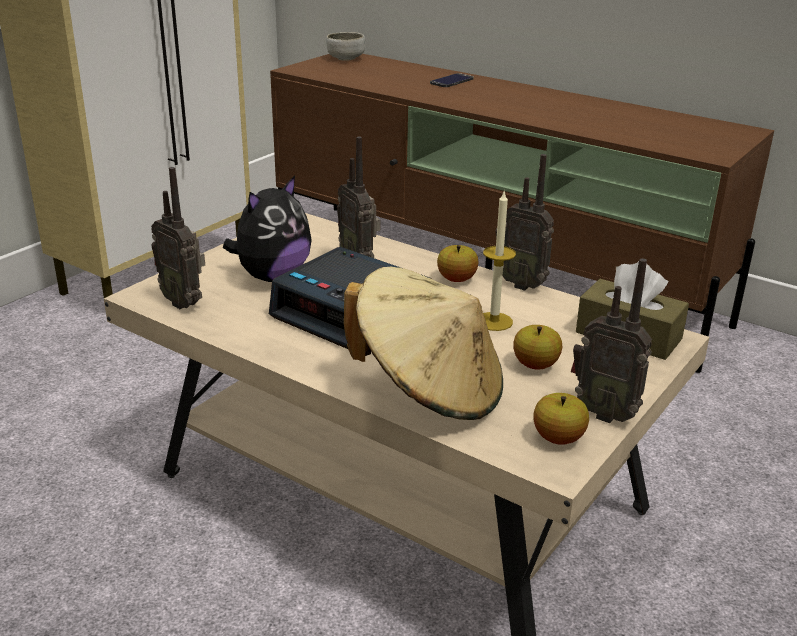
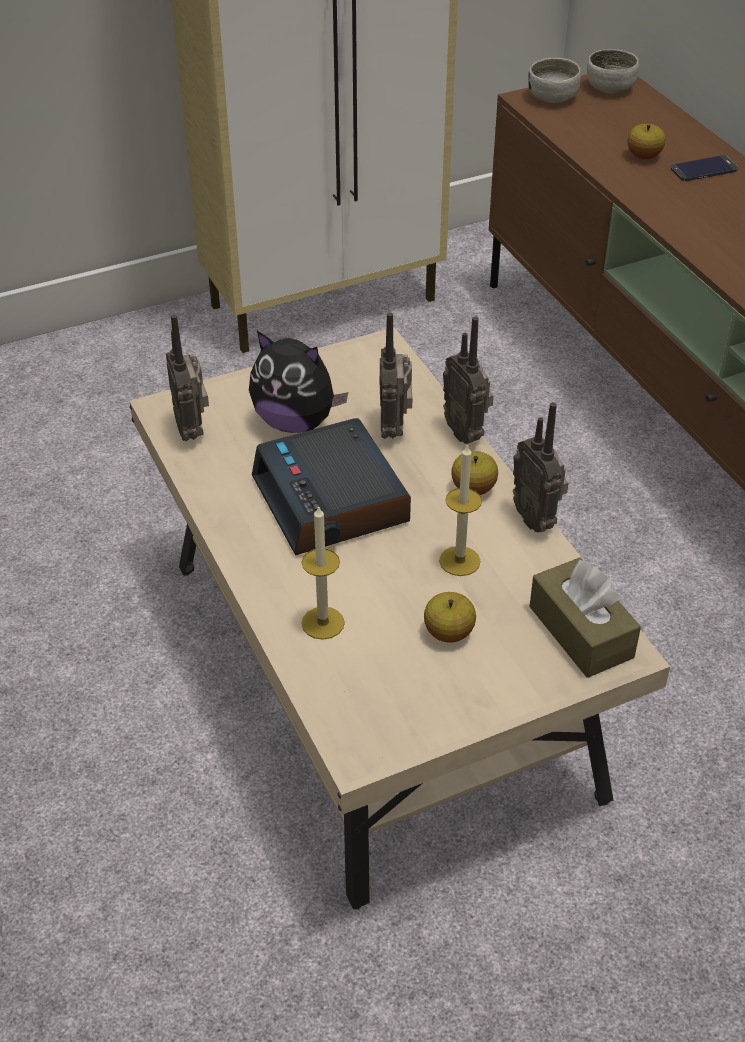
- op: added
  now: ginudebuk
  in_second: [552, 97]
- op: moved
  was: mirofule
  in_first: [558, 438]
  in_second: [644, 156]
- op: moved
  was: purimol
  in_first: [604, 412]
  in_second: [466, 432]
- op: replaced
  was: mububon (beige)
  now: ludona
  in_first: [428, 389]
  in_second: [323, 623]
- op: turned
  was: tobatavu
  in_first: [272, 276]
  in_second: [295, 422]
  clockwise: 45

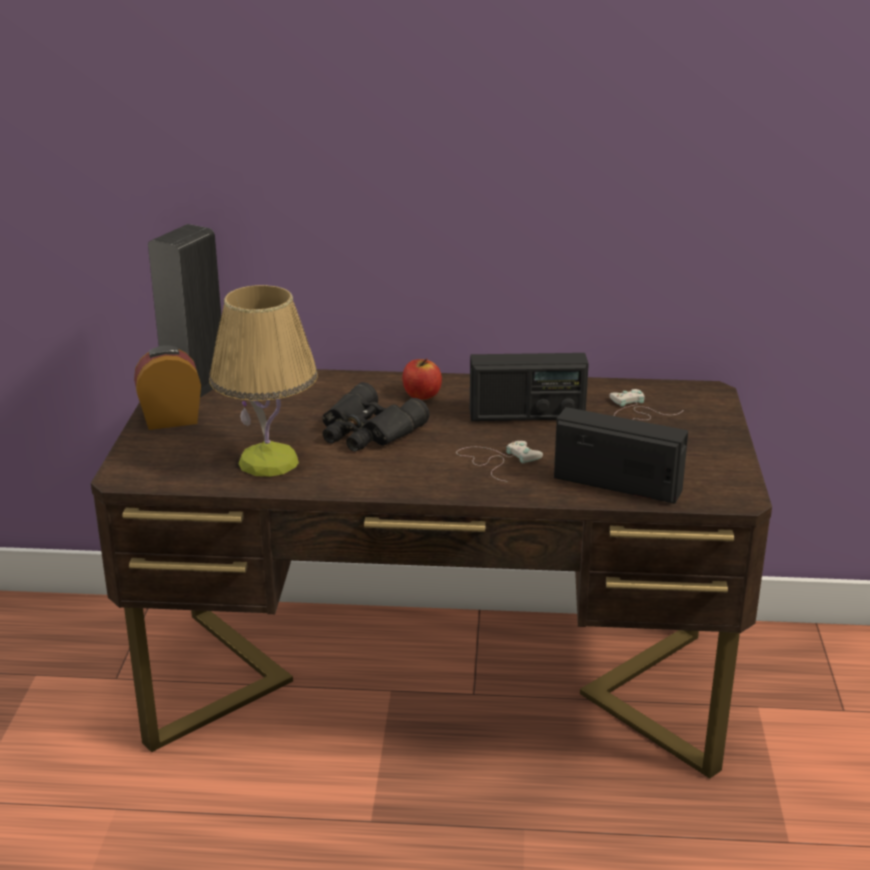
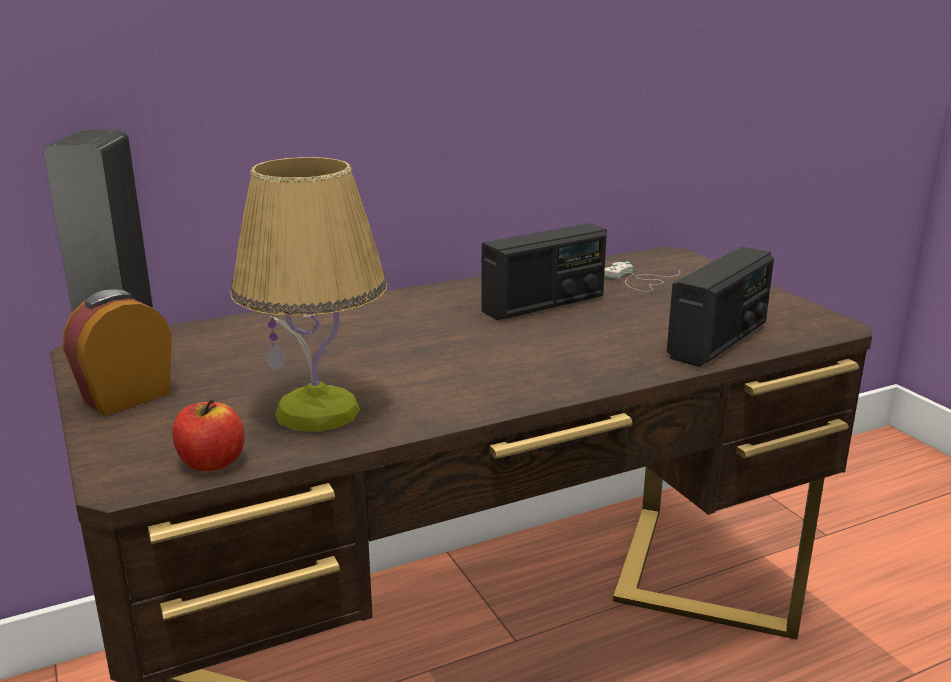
- op: removed
  was: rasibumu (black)
  in_first: [367, 432]
- op: removed
  was: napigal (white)
  in_first: [497, 460]
- op: moved
  was: mirofule
  in_first: [421, 395]
  in_second: [211, 462]
- op: turned
  was: purimol
  in_first: [617, 484]
  in_second: [719, 340]
  clockwise: 135

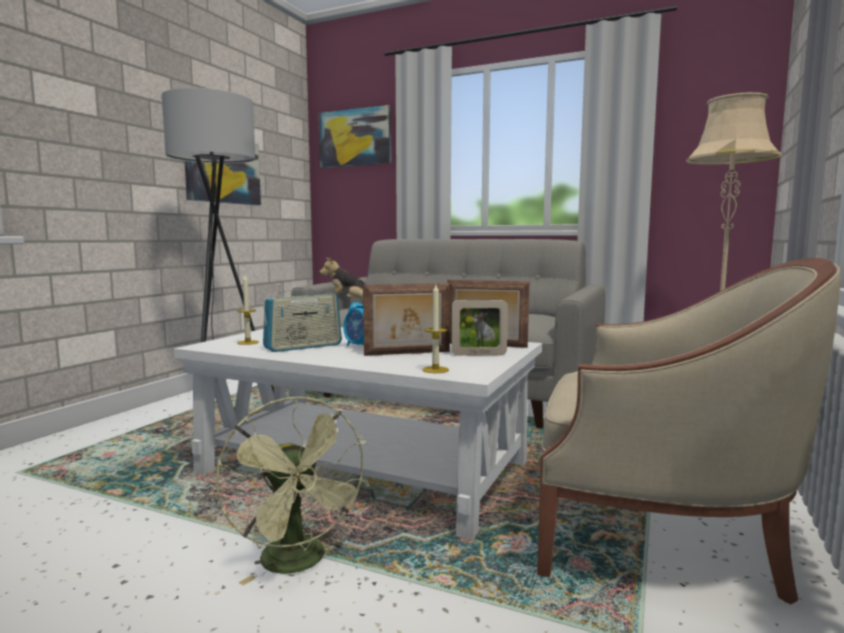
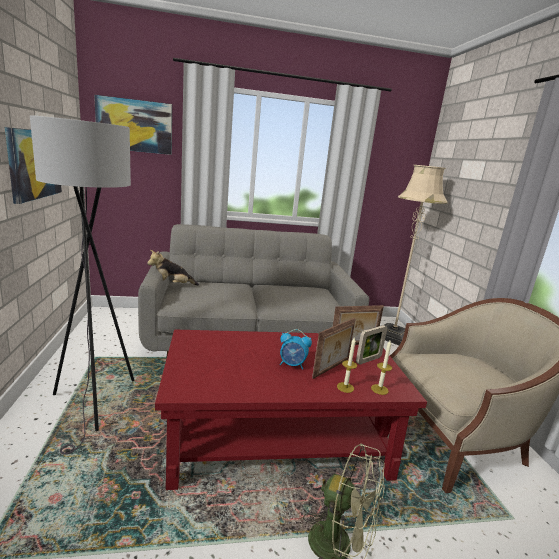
- op: removed
  was: purimol
  in_first: [303, 347]
- op: moved
  was: ludona
  in_first: [248, 342]
  in_second: [345, 387]
- op: recoloured
  was: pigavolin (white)
  now: pigavolin (red)
  in_first: [365, 467]
  in_second: [278, 437]

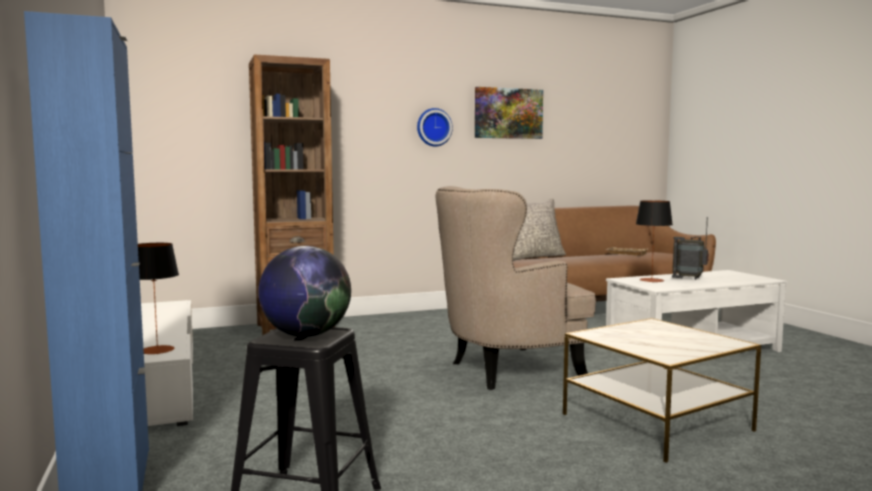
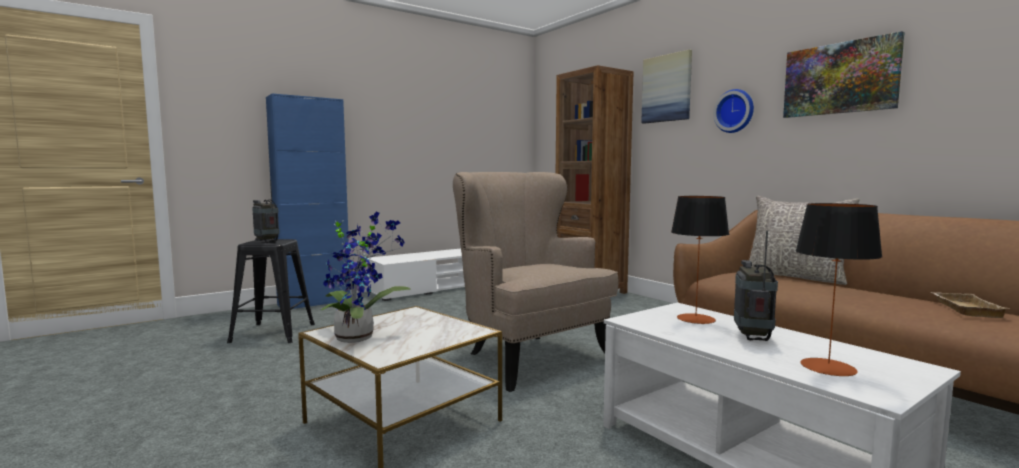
- op: added
  now: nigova
  in_second: [359, 337]
- op: added
  now: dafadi
  in_second: [667, 88]
- op: moved
  was: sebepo
  in_first: [157, 350]
  in_second: [828, 367]
- op: replaced
  was: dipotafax
  now: purimol
  in_first: [306, 335]
  in_second: [267, 242]

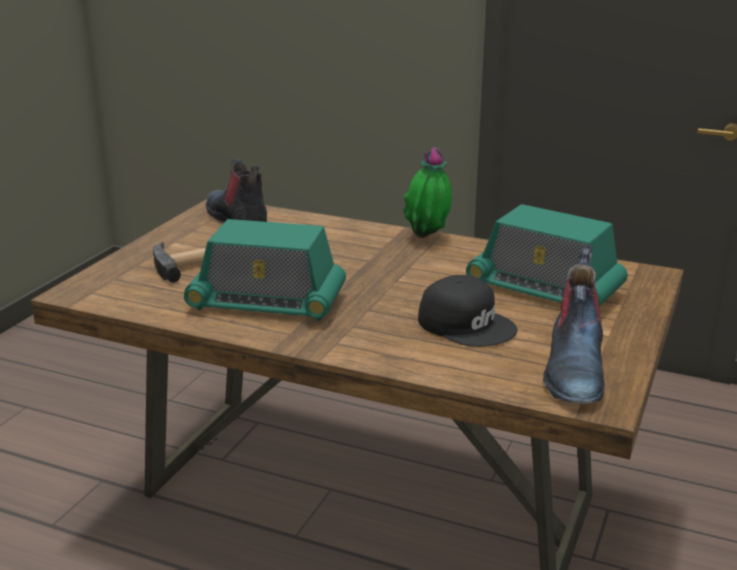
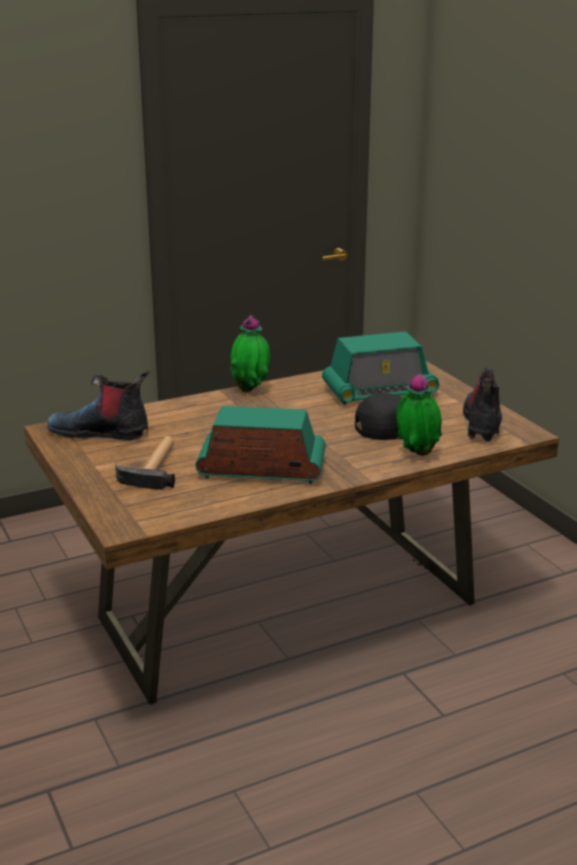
- op: added
  now: nigova
  in_second: [416, 455]
- op: turned
  was: purimol
  in_first: [267, 302]
  in_second: [262, 468]
  clockwise: -135
- op: turned
  was: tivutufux
  in_first: [574, 369]
  in_second: [482, 424]
  clockwise: -135

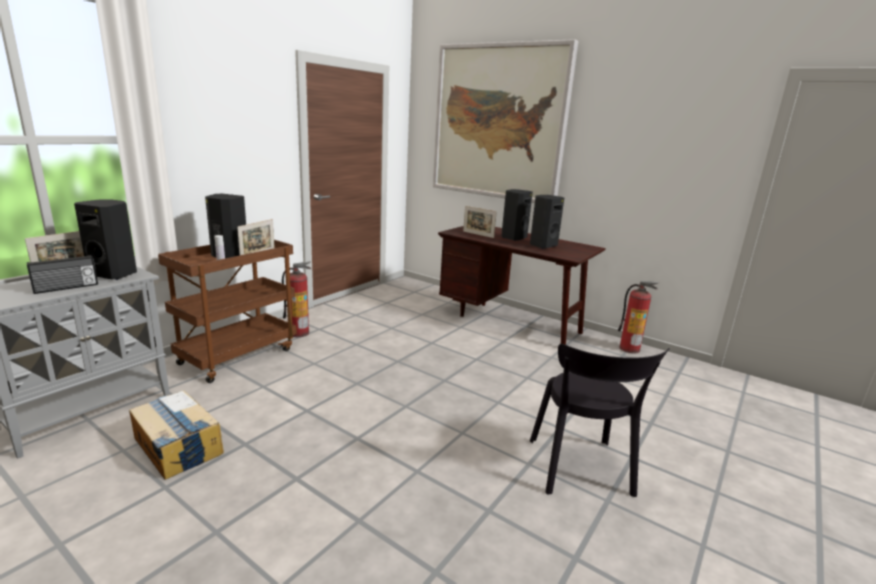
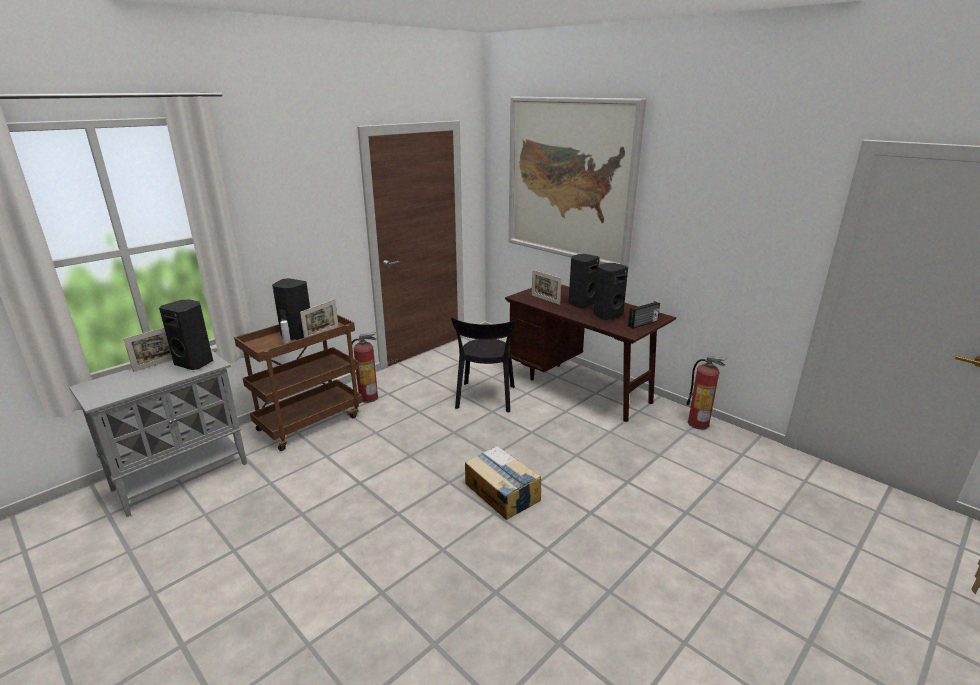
- op: moved
  was: purimol
  in_first: [66, 288]
  in_second: [643, 324]
- op: moved
  was: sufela
  in_first: [177, 446]
  in_second: [502, 492]
- op: moved
  was: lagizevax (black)
  in_first: [580, 470]
  in_second: [485, 399]

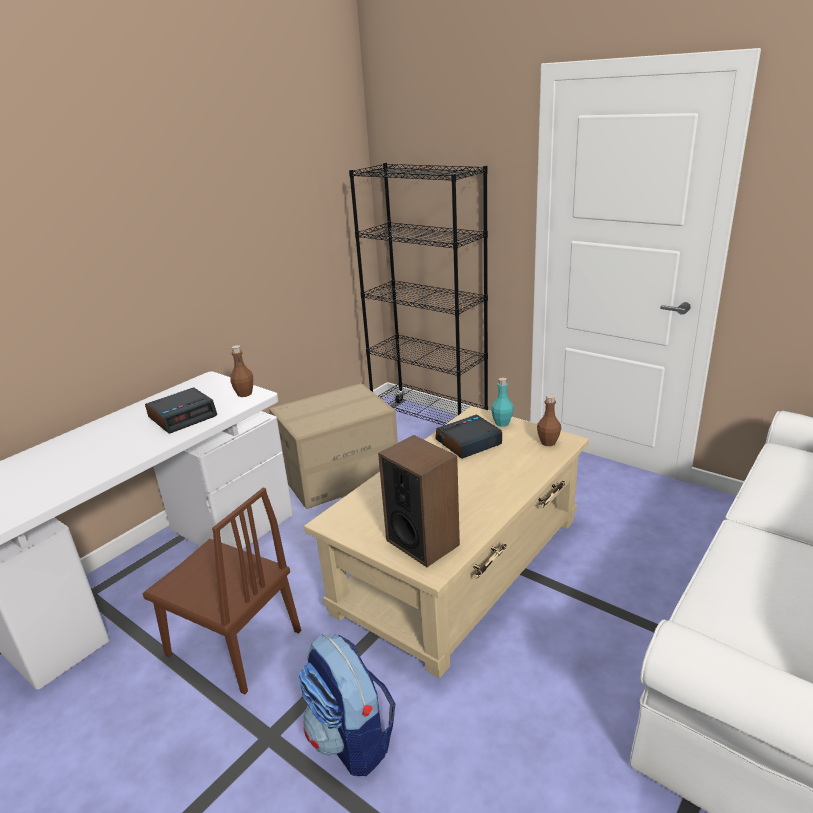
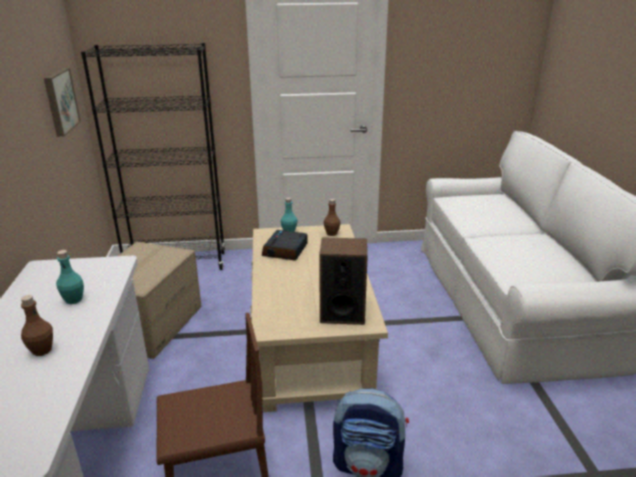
- op: added
  now: dafadi
  in_second: [59, 101]
- op: moved
  was: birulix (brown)
  in_first: [244, 394]
  in_second: [42, 350]
- op: replaced
  was: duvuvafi
  now: birulix (turquoise)
  in_first: [183, 416]
  in_second: [73, 300]

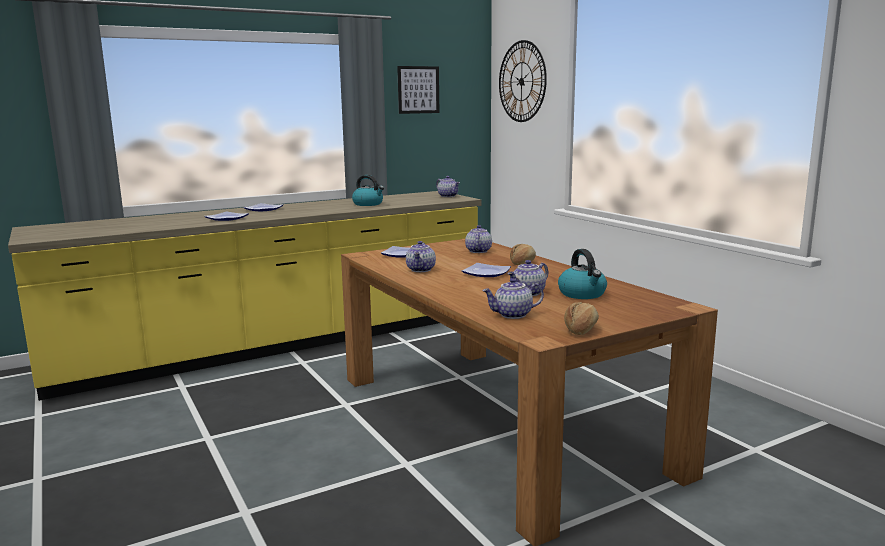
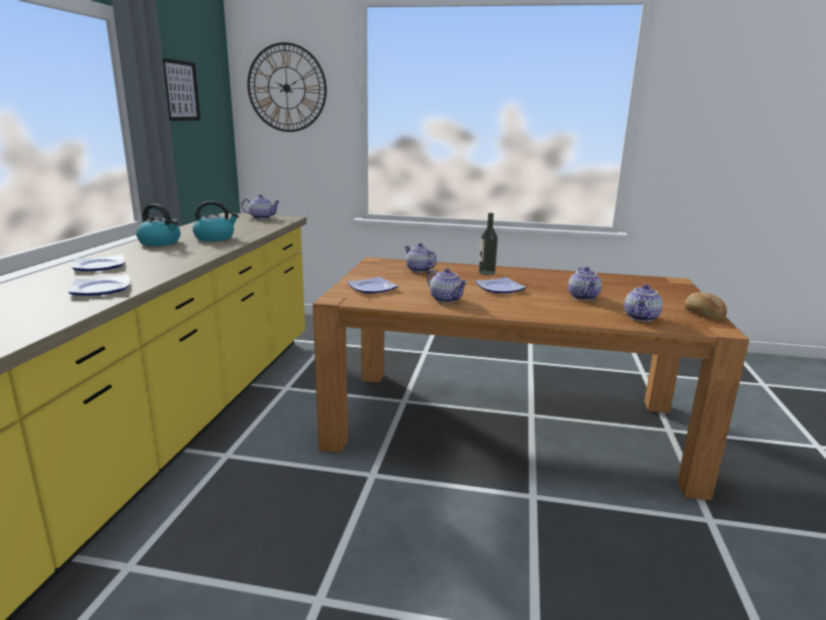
- op: moved
  was: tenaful
  in_first: [582, 294]
  in_second: [160, 242]
- op: replaced
  was: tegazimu
  now: birulix
  in_first: [522, 263]
  in_second: [487, 273]

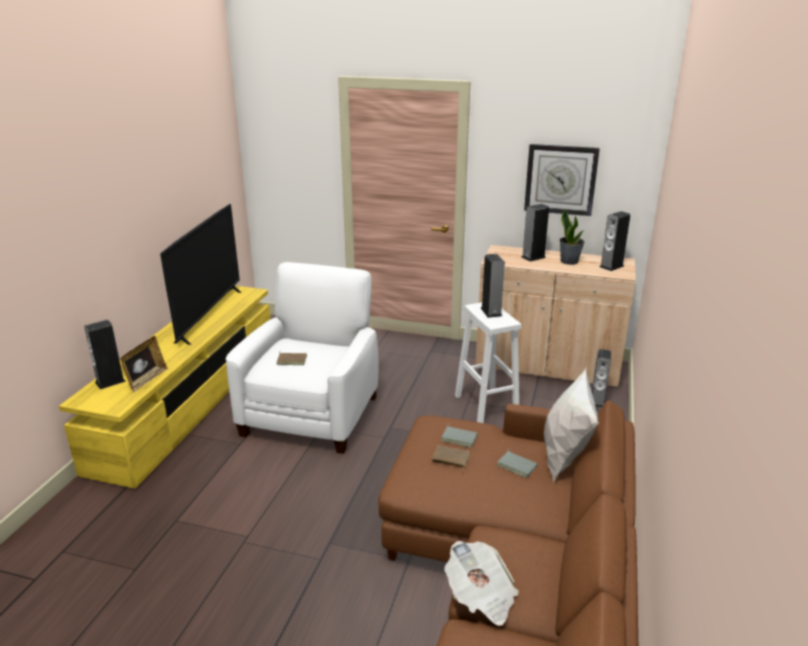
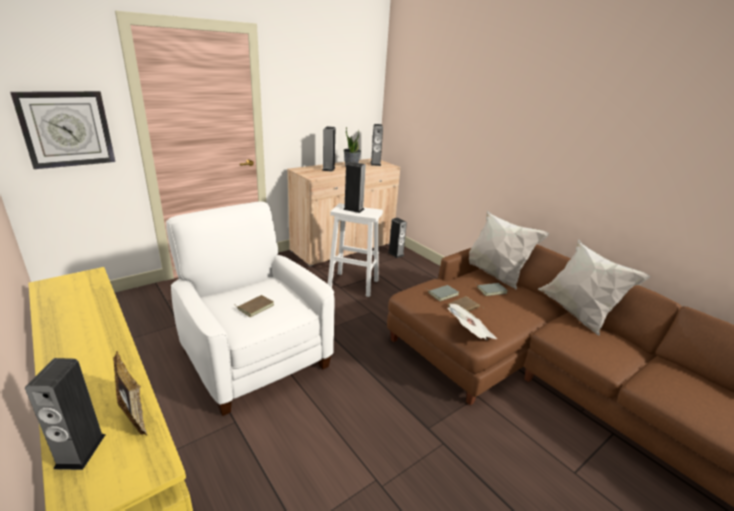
- op: removed
  was: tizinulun
  in_first: [209, 315]
- op: added
  now: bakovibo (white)
  in_second: [576, 314]
- op: moved
  was: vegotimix
  in_first: [481, 596]
  in_second: [469, 333]
- op: moved
  was: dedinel
  in_first: [560, 179]
  in_second: [67, 129]

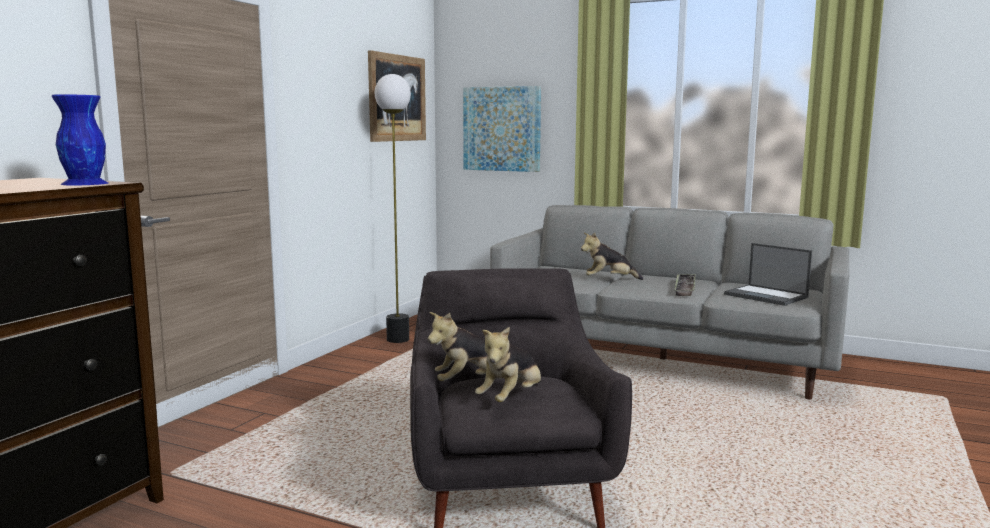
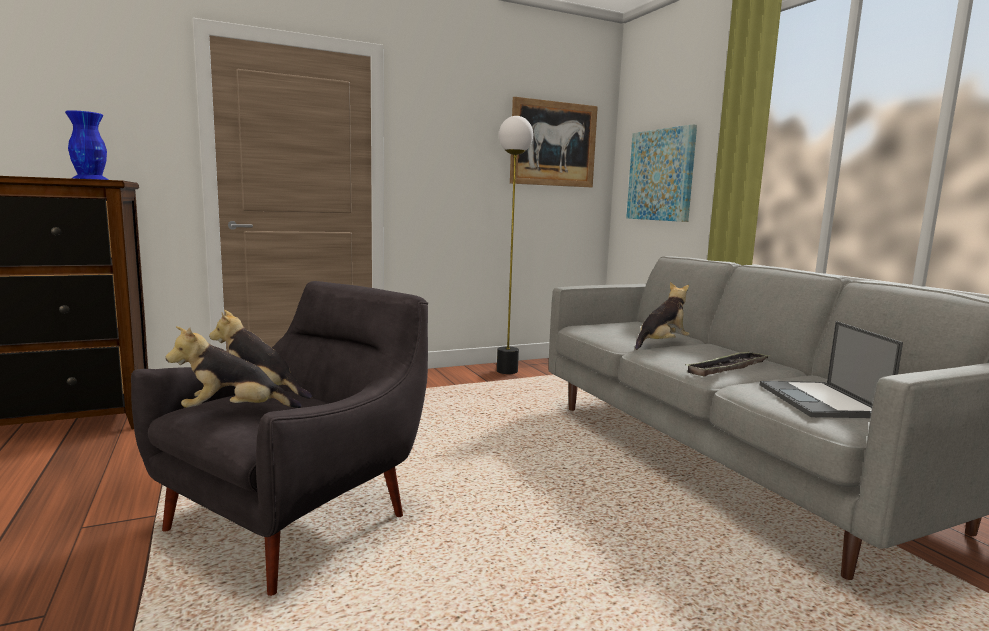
- op: turned
  was: tobatavu
  in_first: [609, 280]
  in_second: [661, 344]
  clockwise: 105

